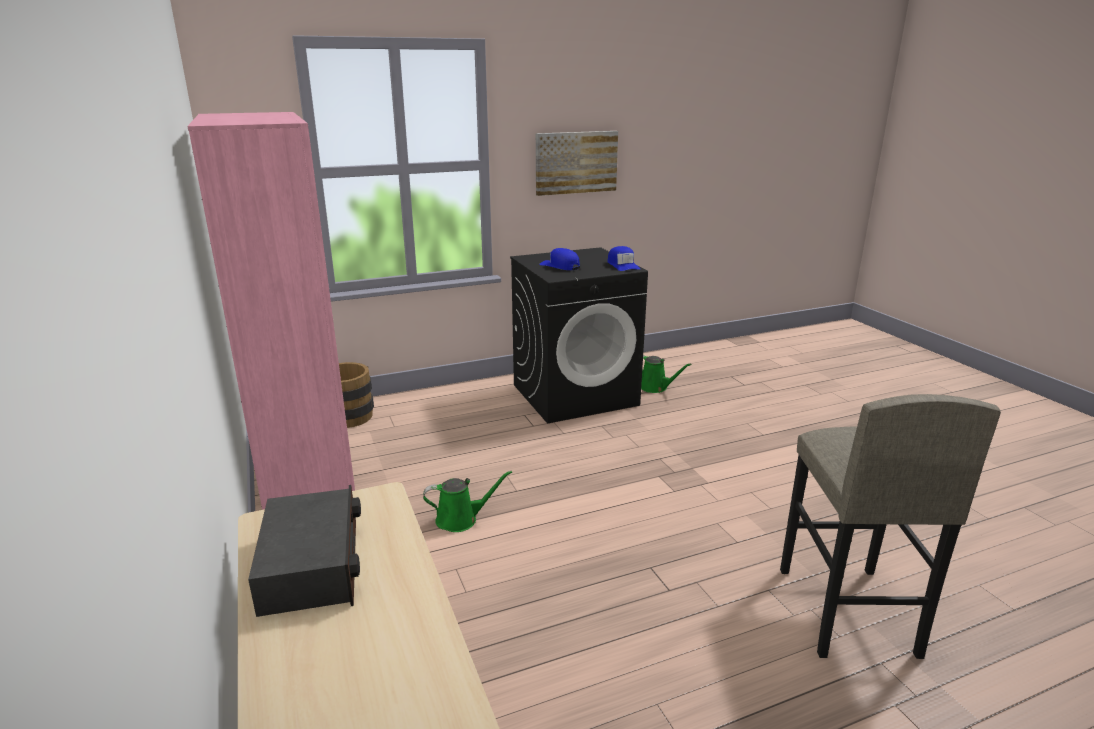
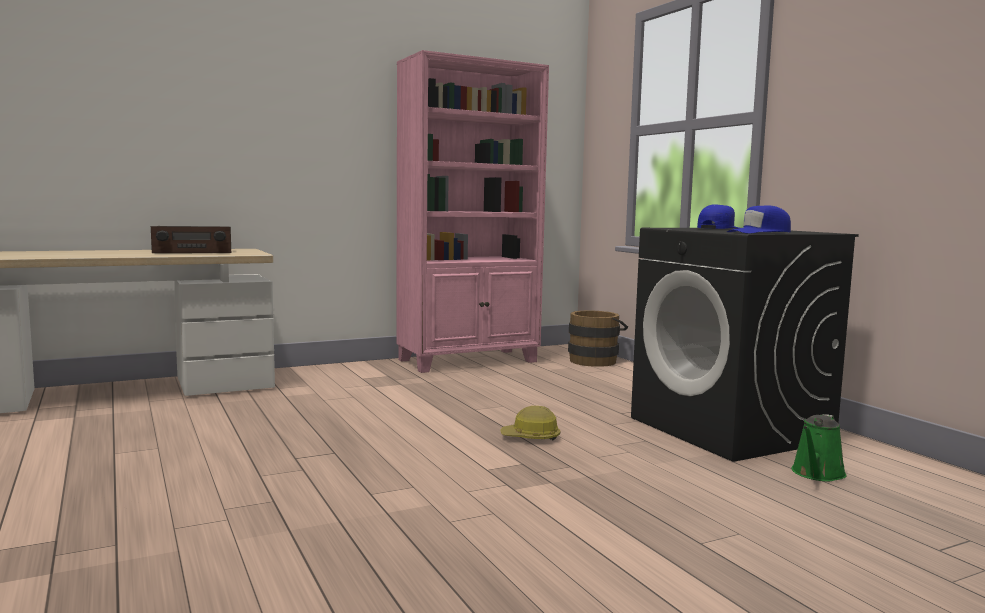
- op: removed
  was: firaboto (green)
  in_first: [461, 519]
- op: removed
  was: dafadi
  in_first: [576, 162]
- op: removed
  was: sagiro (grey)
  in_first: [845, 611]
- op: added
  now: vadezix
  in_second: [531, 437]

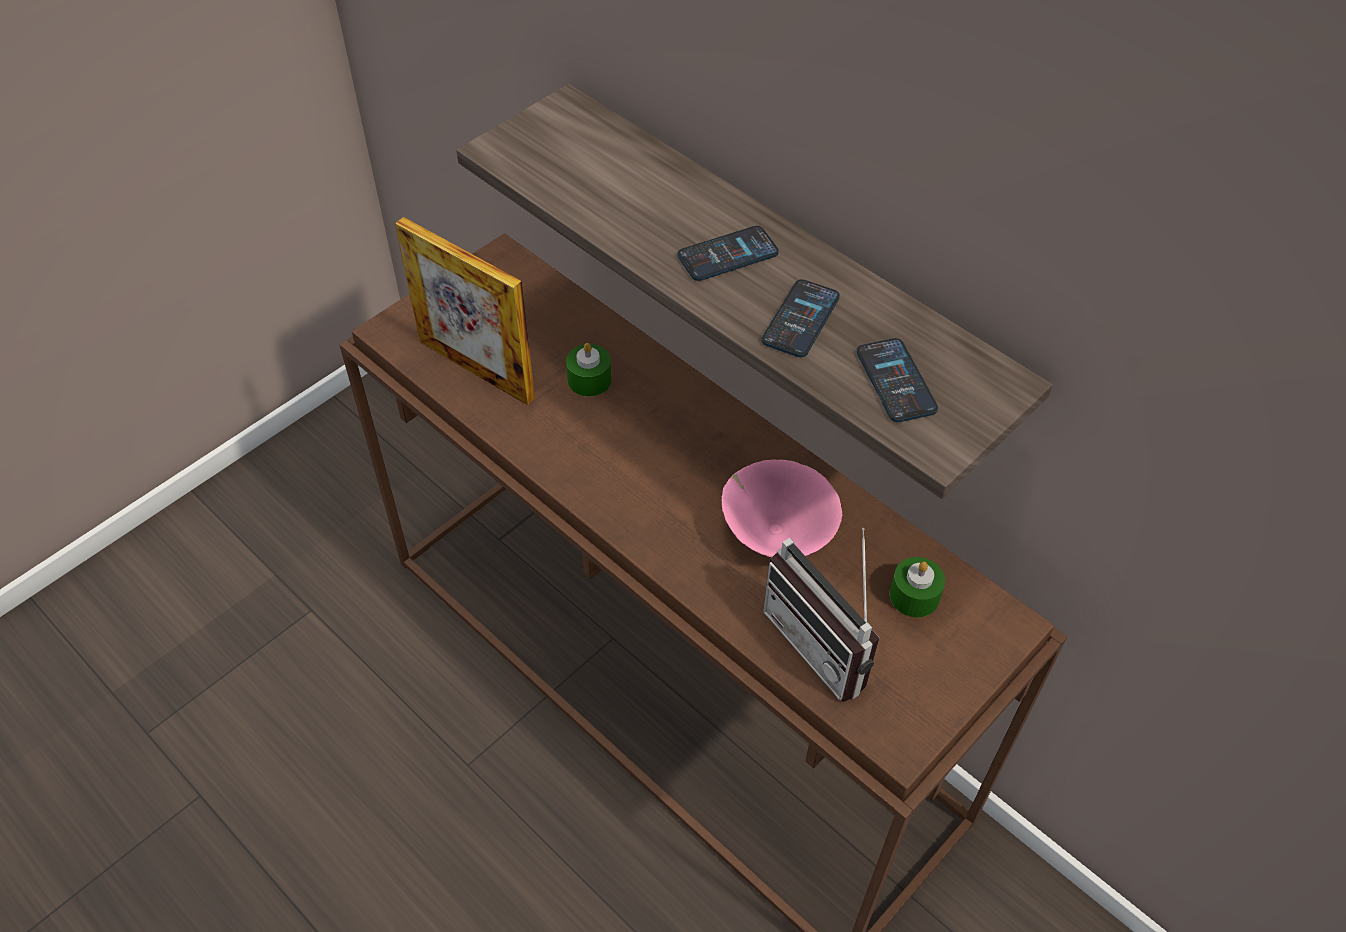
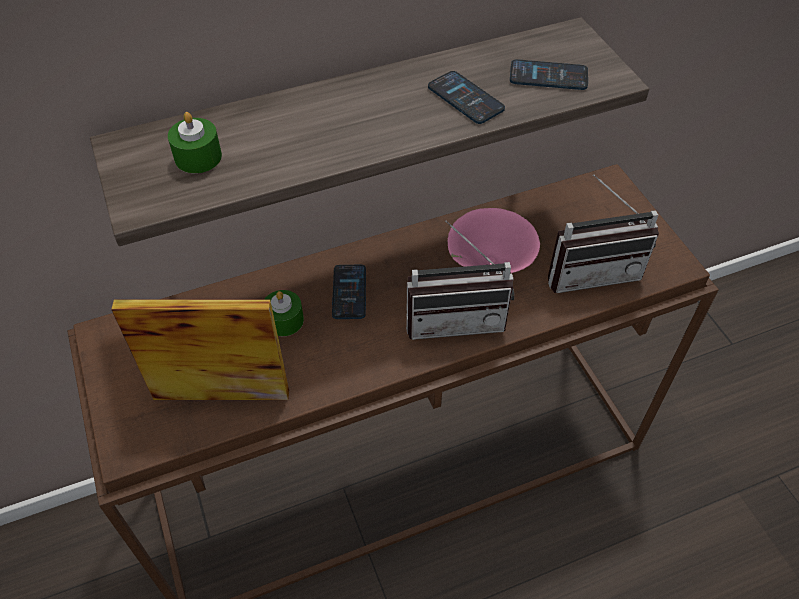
- op: added
  now: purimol
  in_second: [455, 318]
- op: moved
  was: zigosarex
  in_first: [728, 255]
  in_second: [349, 292]
- op: moved
  was: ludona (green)
  in_first: [914, 596]
  in_second: [198, 157]
- op: turned
  was: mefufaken
  in_first: [476, 369]
  in_second: [221, 395]
  clockwise: -150

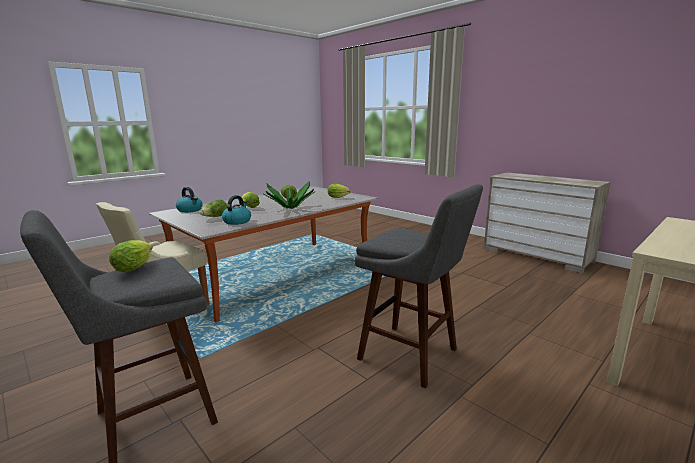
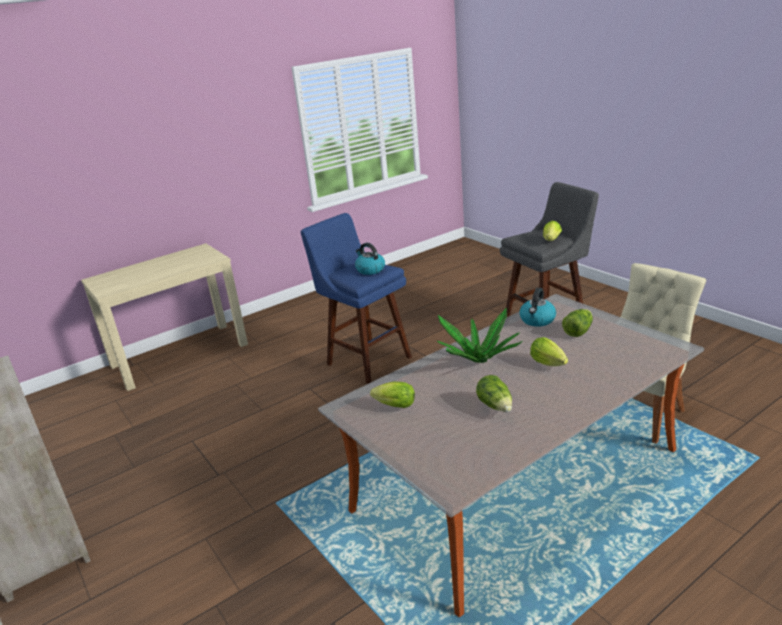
- op: moved
  was: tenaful
  in_first: [190, 210]
  in_second: [370, 270]
- op: recoloured
  was: sagiro (grey)
  now: sagiro (blue)
  in_first: [412, 356]
  in_second: [366, 359]

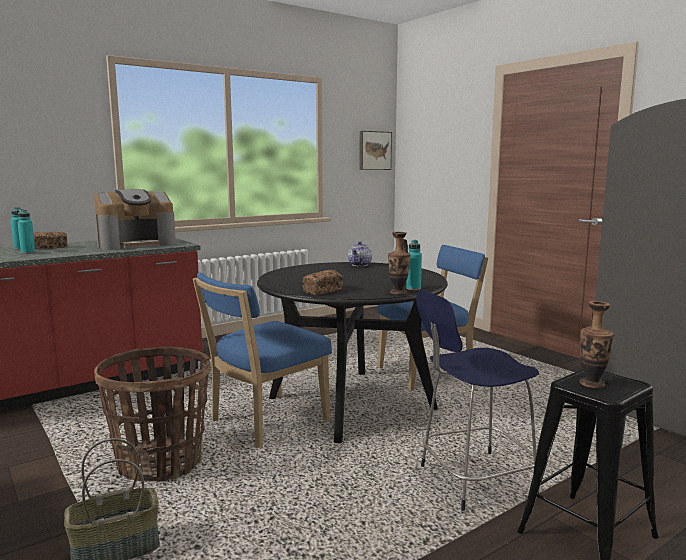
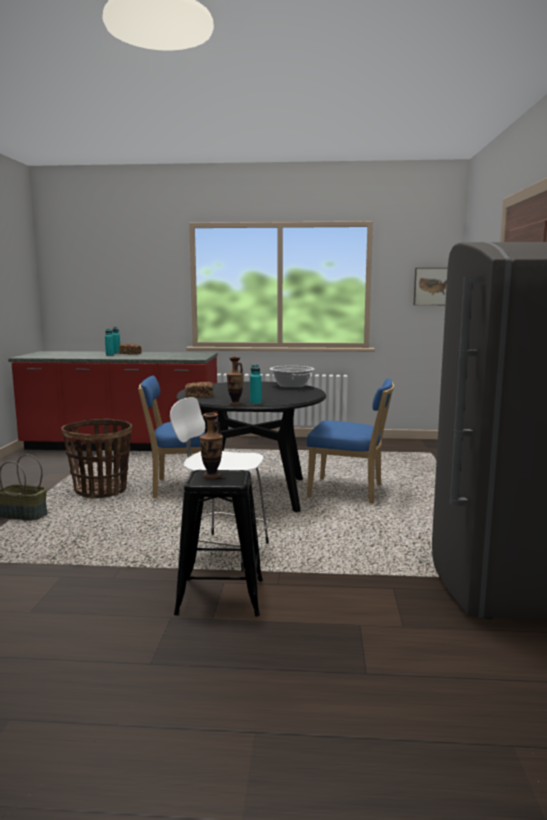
- op: removed
  was: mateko
  in_first: [136, 244]
- op: replaced
  was: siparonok
  now: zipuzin
  in_first: [360, 265]
  in_second: [292, 386]
- op: recoloured
  was: sagiro (blue)
  now: sagiro (white)
  in_first: [473, 481]
  in_second: [223, 551]

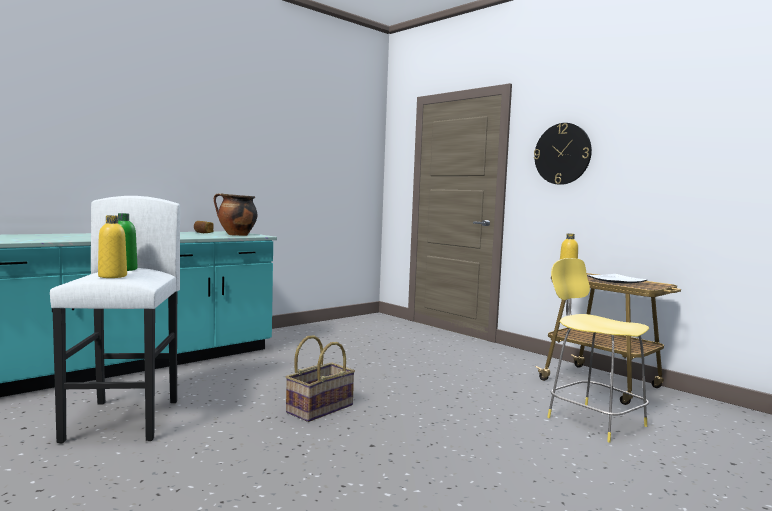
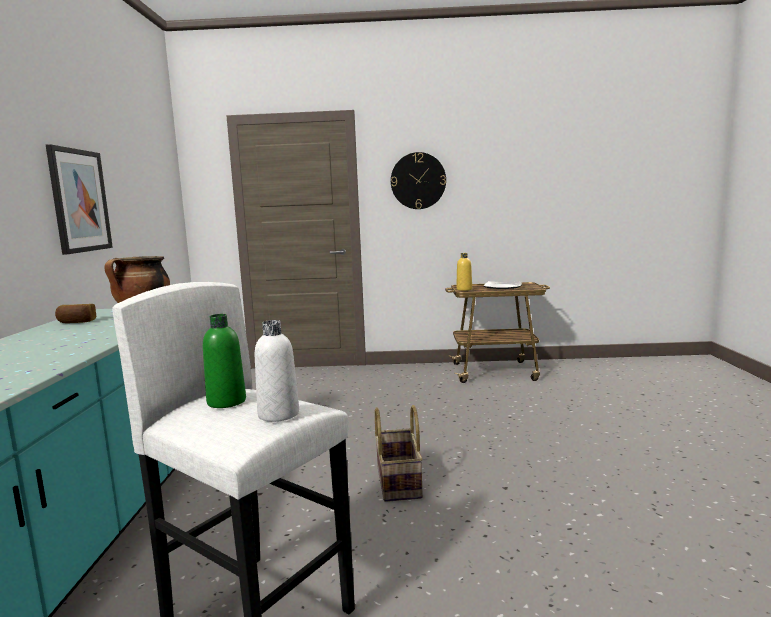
- op: removed
  was: sagiro (yellow)
  in_first: [593, 420]
- op: added
  now: dafadi
  in_second: [79, 201]
- op: recoloured
  was: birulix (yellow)
  now: birulix (white)
  in_first: [112, 276]
  in_second: [278, 414]

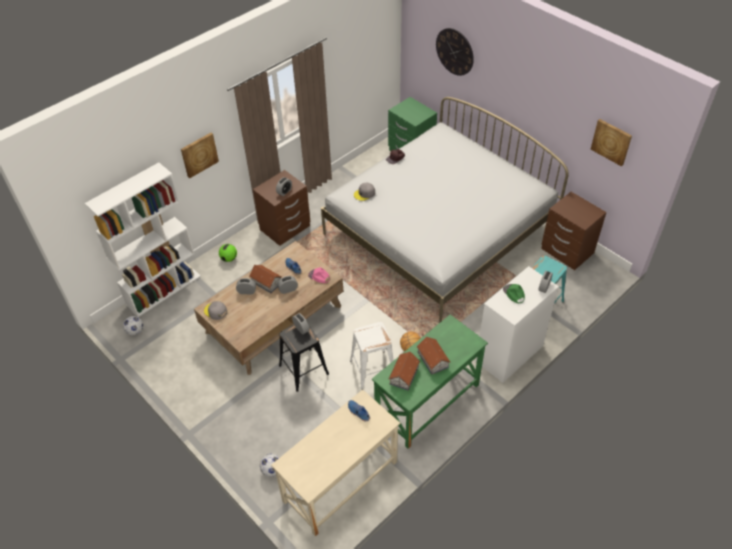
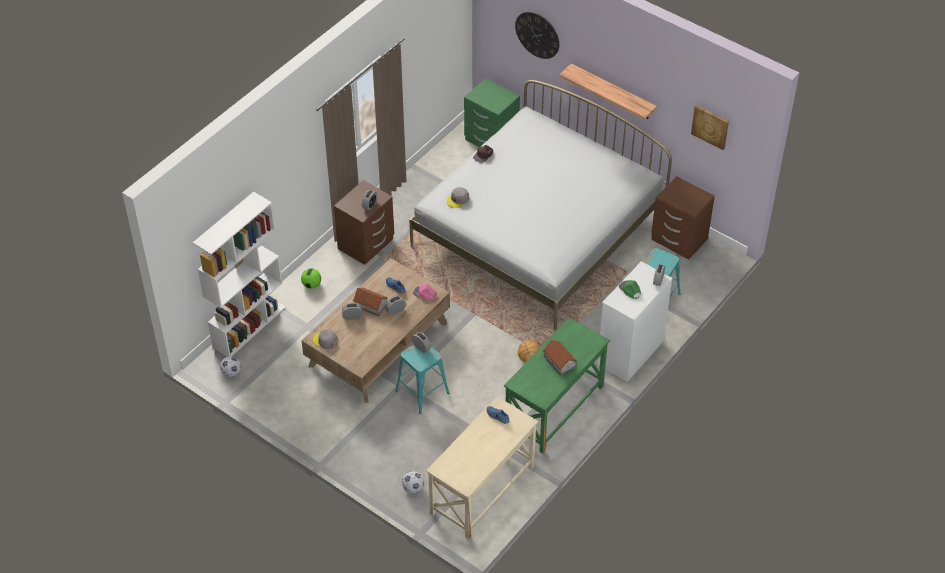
- op: removed
  was: dafadi
  in_first: [199, 154]
- op: removed
  was: sagiro (white)
  in_first: [372, 369]
- op: removed
  was: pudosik
  in_first: [404, 375]
- op: added
  now: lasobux
  in_second: [612, 92]
- op: recoloured
  was: sagiro (black)
  now: sagiro (turquoise)
  in_first: [303, 370]
  in_second: [422, 392]

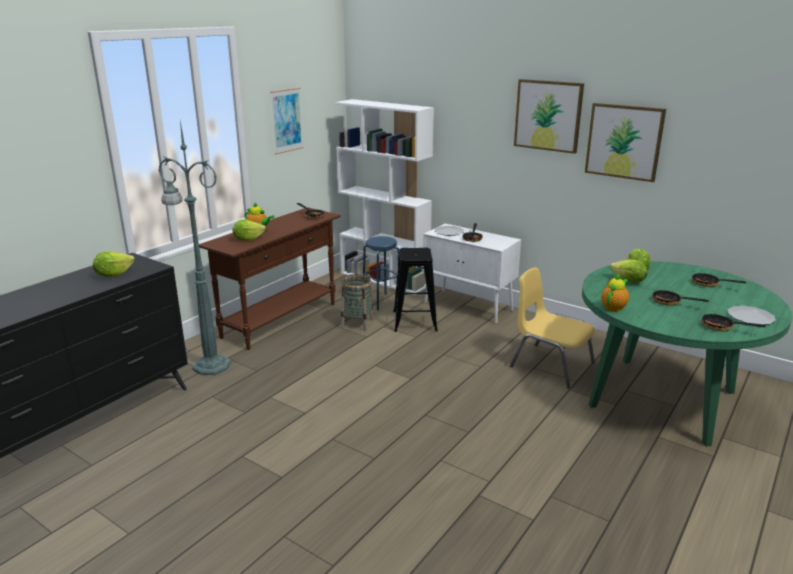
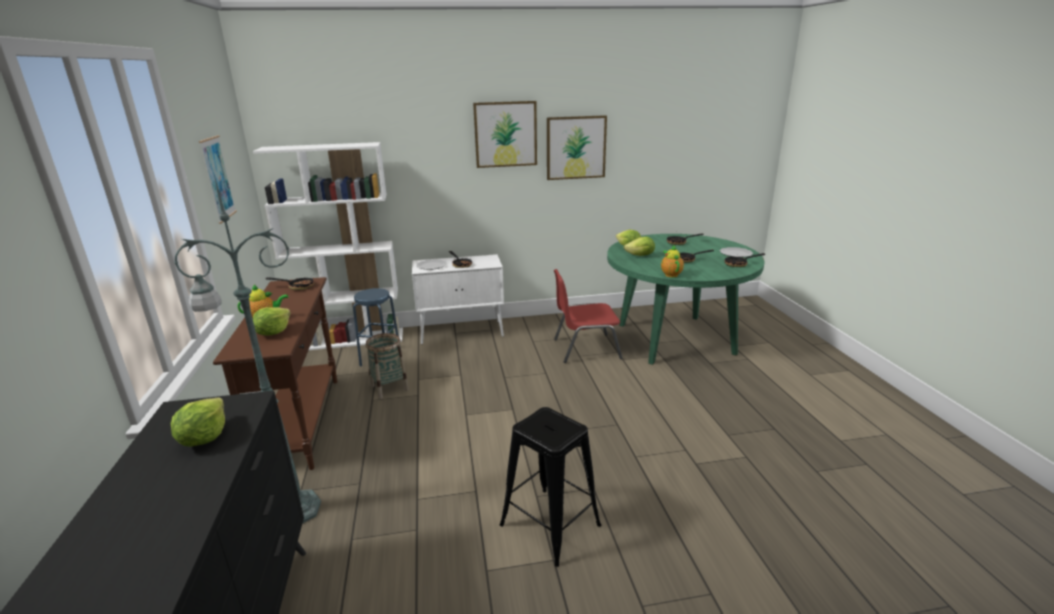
- op: moved
  was: sagiro (black)
  in_first: [414, 321]
  in_second: [550, 525]
- op: recoloured
  was: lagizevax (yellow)
  now: lagizevax (red)
  in_first: [550, 364]
  in_second: [585, 348]

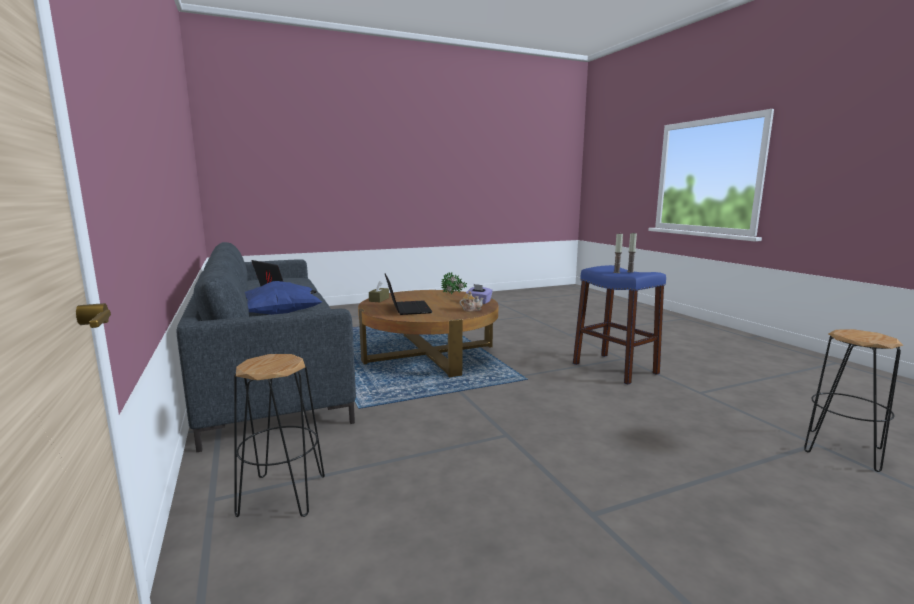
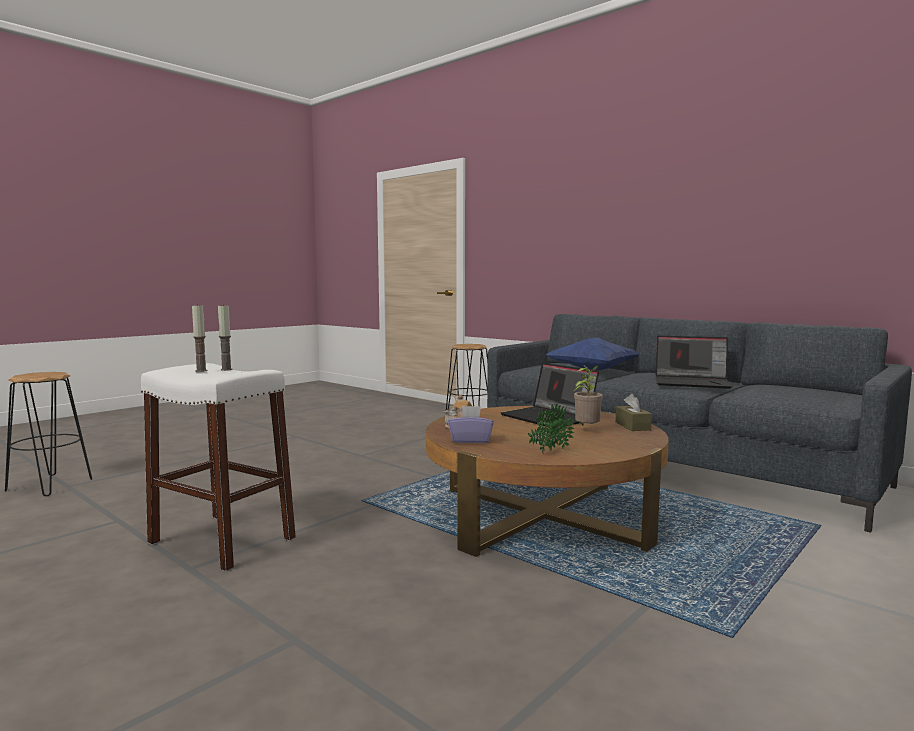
- op: added
  now: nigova
  in_second: [587, 430]
- op: recoloured
  was: sagiro (blue)
  now: sagiro (white)
  in_first: [614, 368]
  in_second: [222, 540]

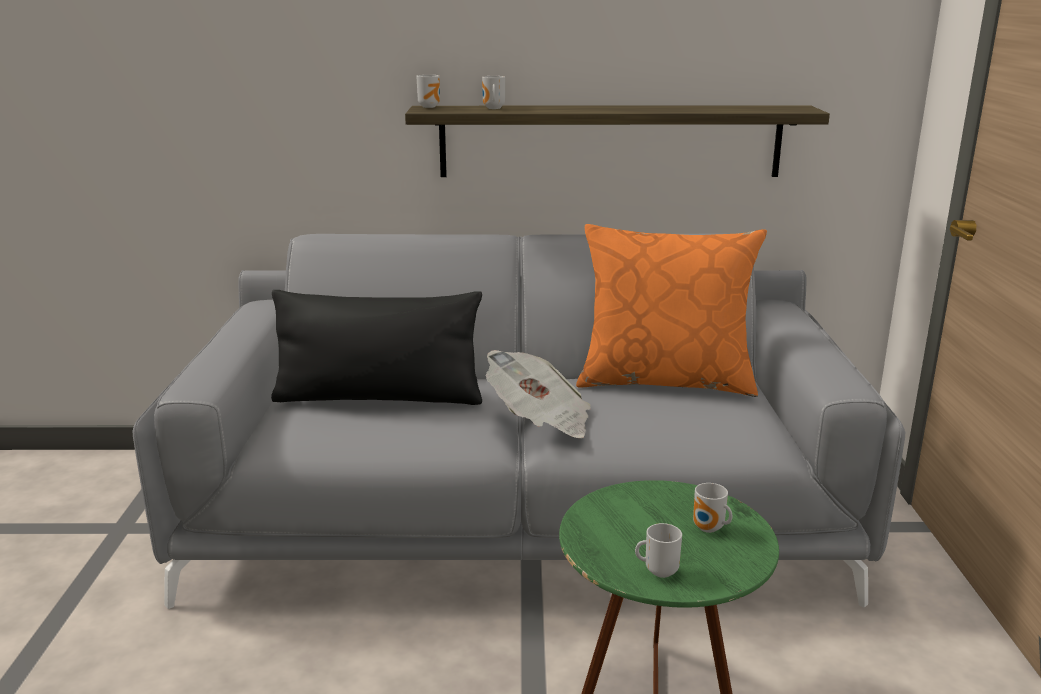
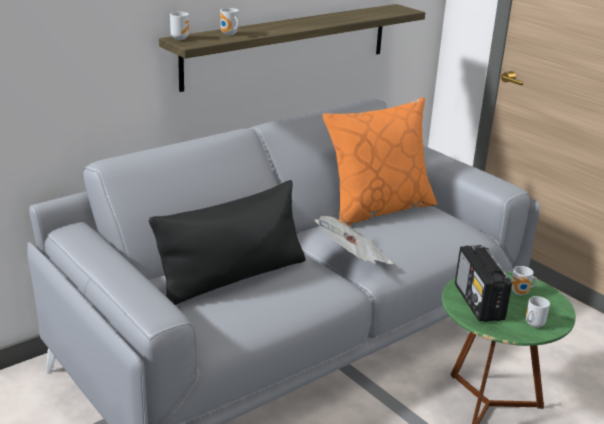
- op: added
  now: purimol
  in_second: [478, 303]

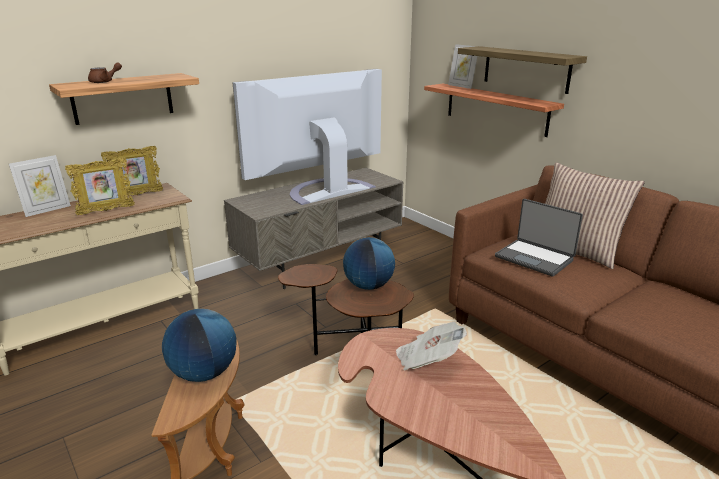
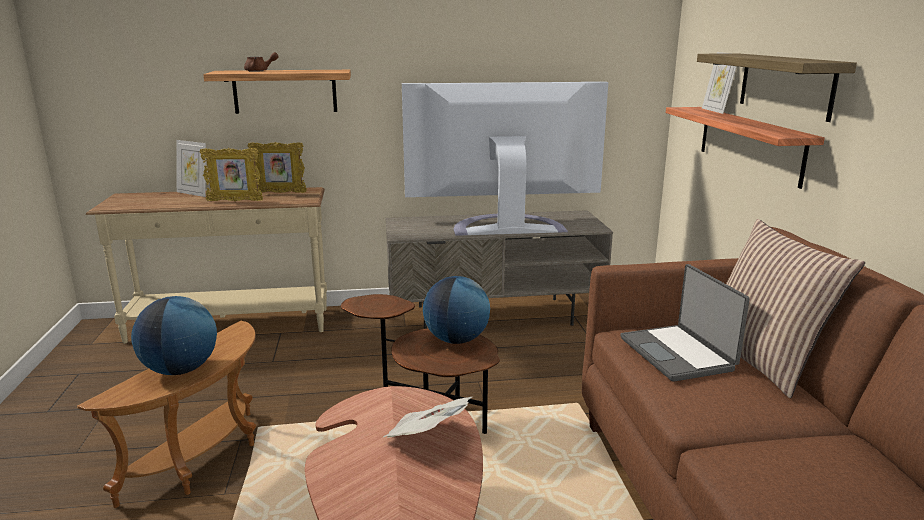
- op: turned
  was: mefufaken
  in_first: [47, 210]
  in_second: [194, 193]
  clockwise: 45

